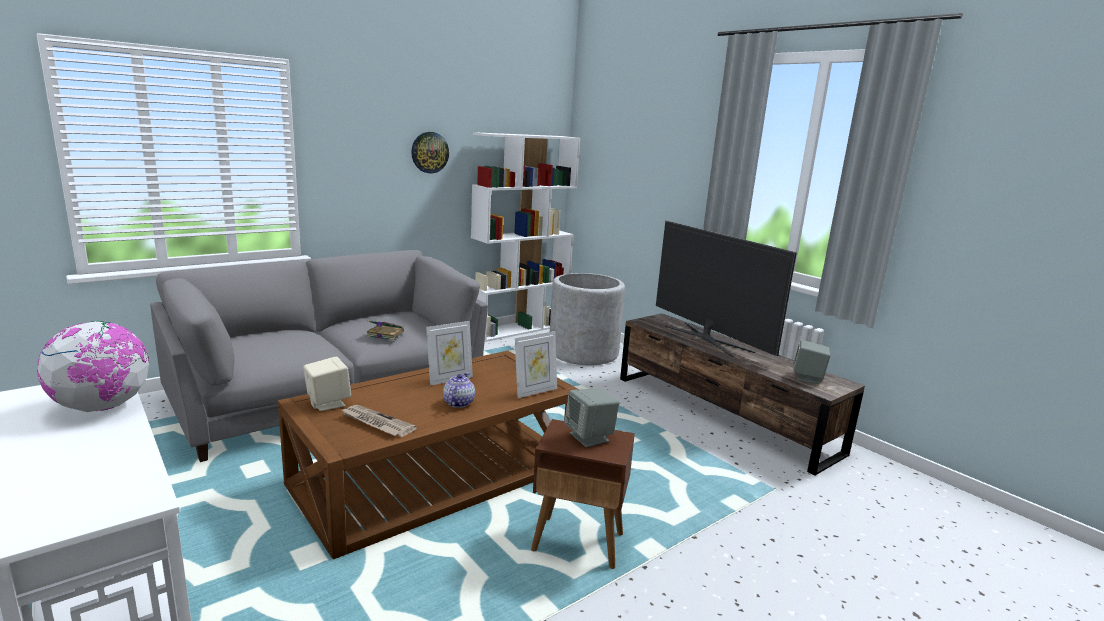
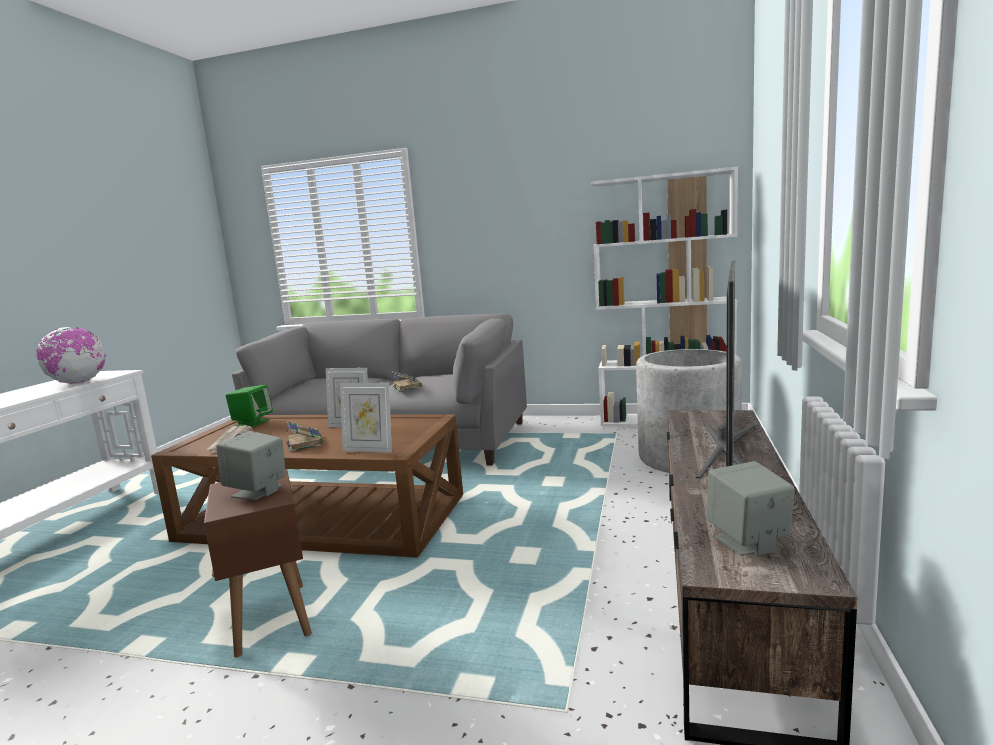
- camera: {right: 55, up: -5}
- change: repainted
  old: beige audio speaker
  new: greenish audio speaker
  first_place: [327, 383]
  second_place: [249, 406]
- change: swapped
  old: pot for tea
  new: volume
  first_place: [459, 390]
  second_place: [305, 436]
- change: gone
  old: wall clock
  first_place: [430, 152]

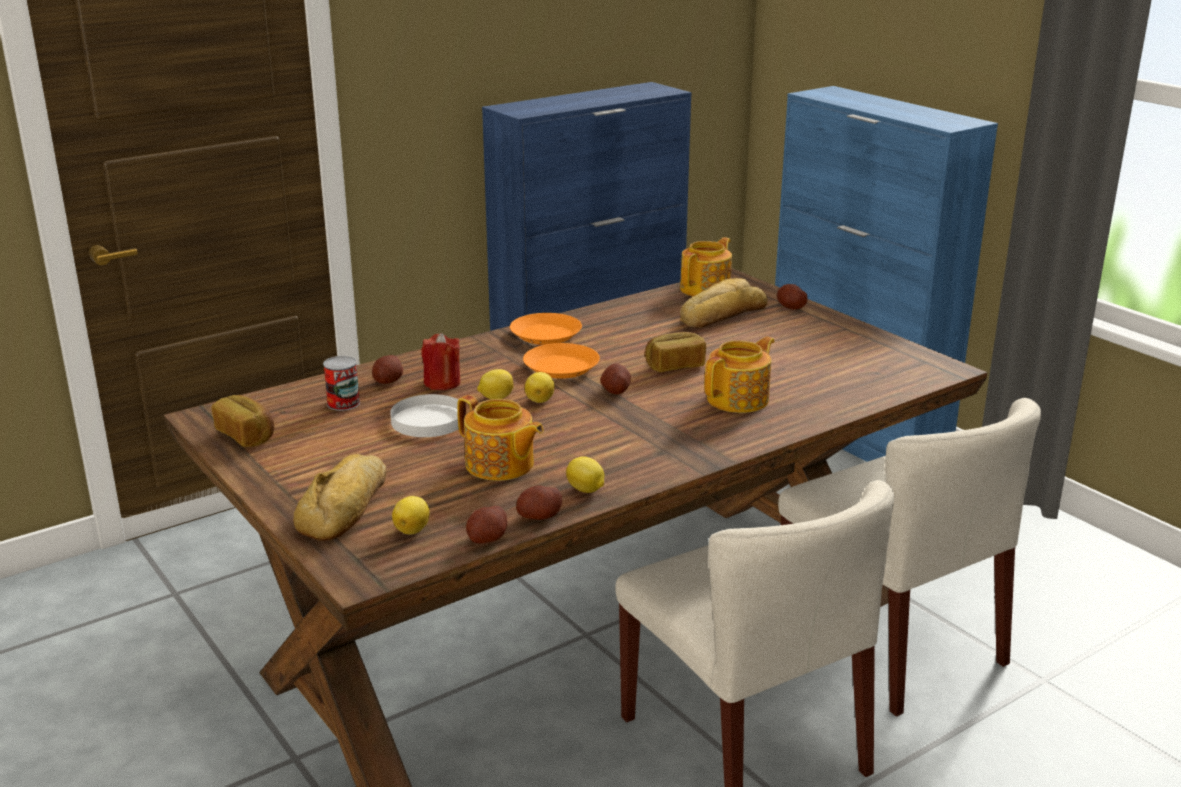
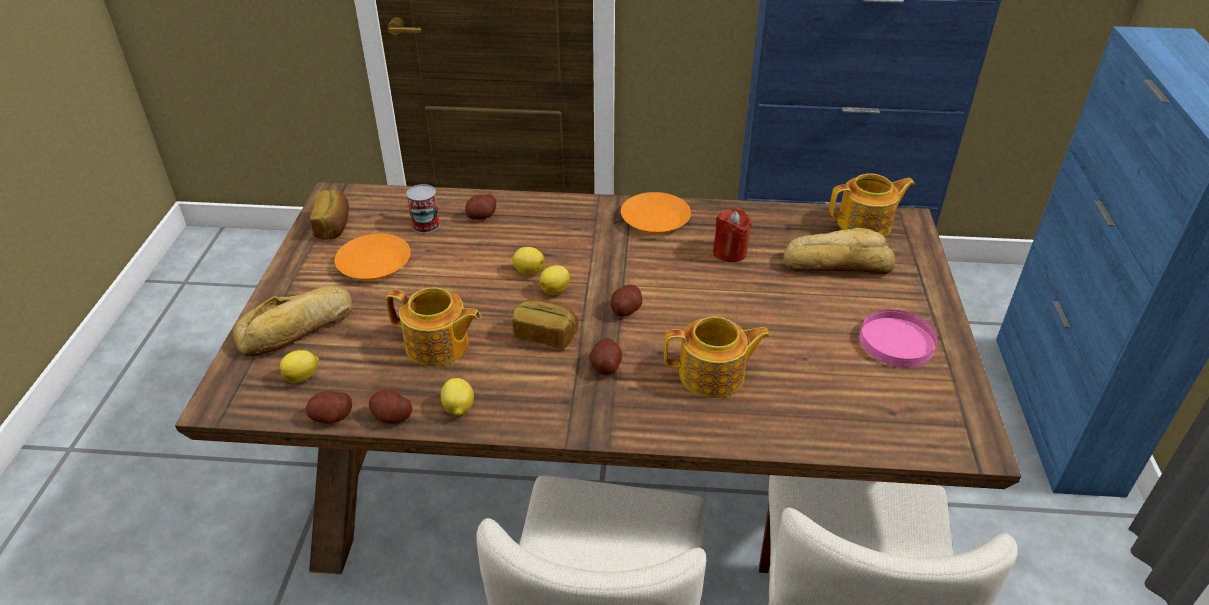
- camera: {right: 40, up: 15}
- change: shifted
  old: orangey flat dish
  first_place: [561, 361]
  second_place: [373, 257]
- change: rotated
  old: pot for tea
  first_place: [500, 438]
  second_place: [433, 326]
  degrees: -60
- change: shifted
  old: bakery bread
  first_place: [675, 352]
  second_place: [545, 324]
- change: shifted
  old: whole potato
  first_place: [792, 297]
  second_place: [605, 356]
- change: shifted
  old: red wax light
  first_place: [441, 361]
  second_place: [732, 235]
- change: new
  new: pink-coloured flat dish
  second_place: [898, 338]
- change: gone
  old: white flat dish
  first_place: [424, 415]

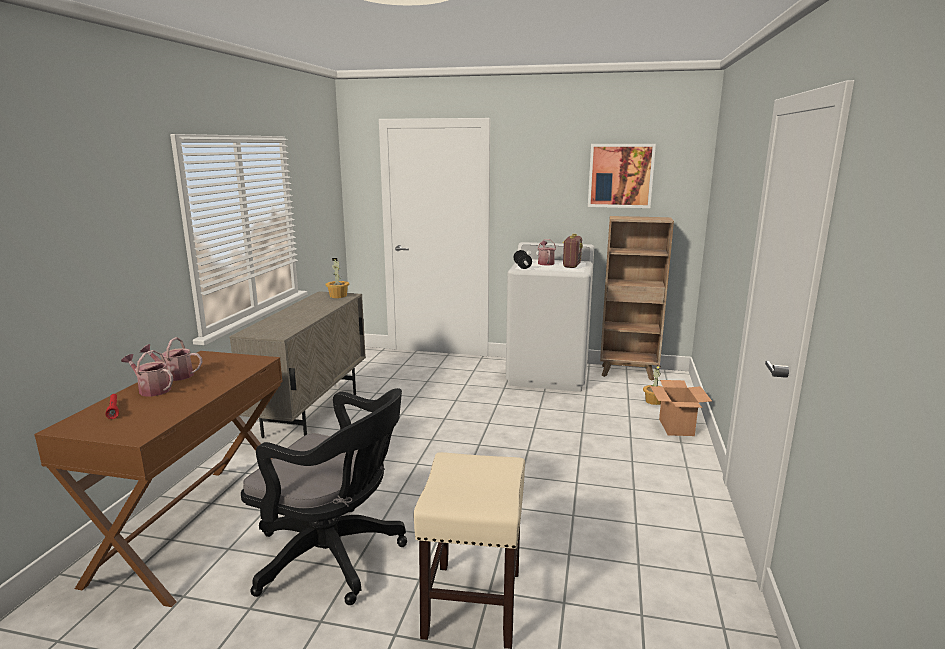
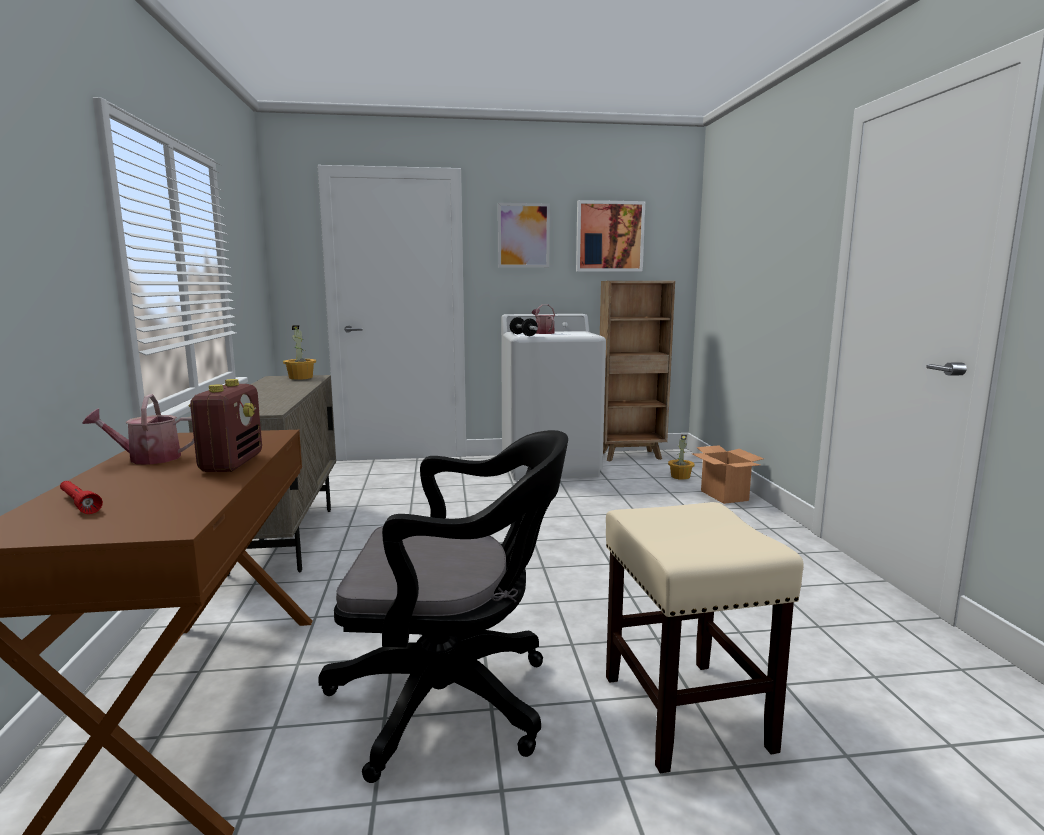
- camera: {right: -20, up: -5}
- change: shifted
  old: radio set
  first_place: [572, 251]
  second_place: [225, 425]
- change: new
  new: wall art
  second_place: [524, 235]
- change: gone
  old: watering pot
  first_place: [147, 373]

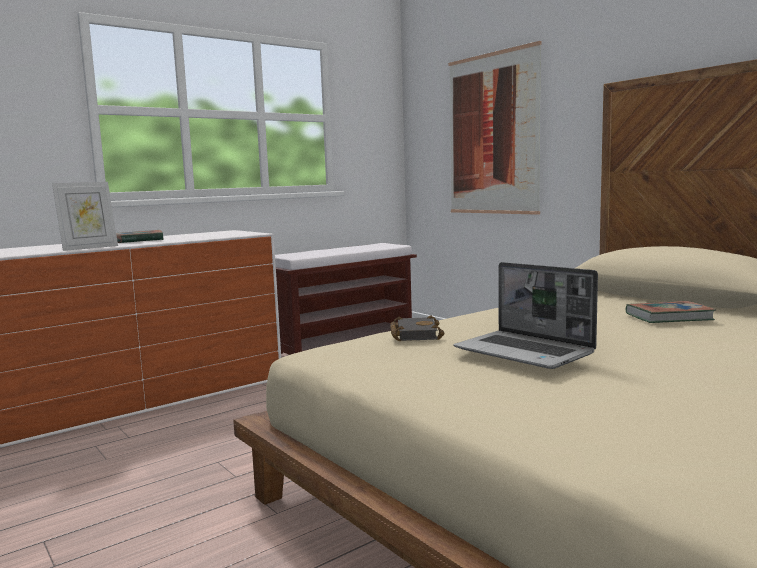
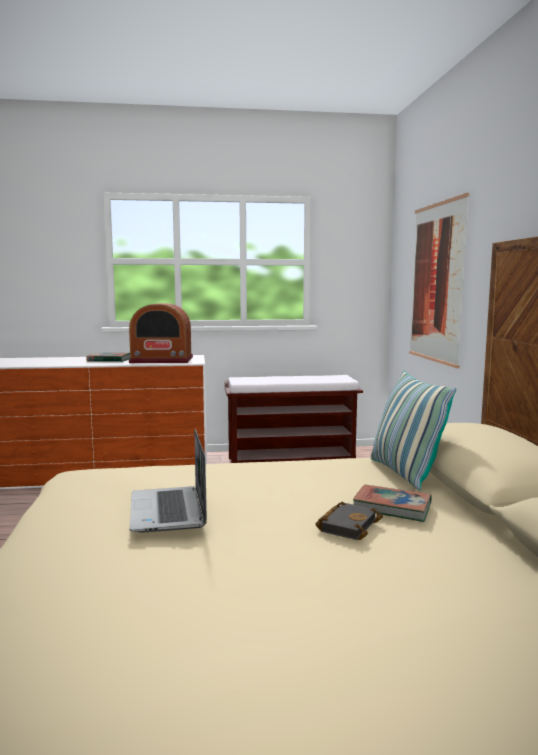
- camera: {right: 30, up: 0}
- change: new
  new: radio set
  second_place: [161, 333]
- change: shifted
  old: black volume
  first_place: [417, 328]
  second_place: [349, 521]
- change: new
  new: throw pillow
  second_place: [413, 430]
- change: gone
  old: picture frame
  first_place: [85, 216]

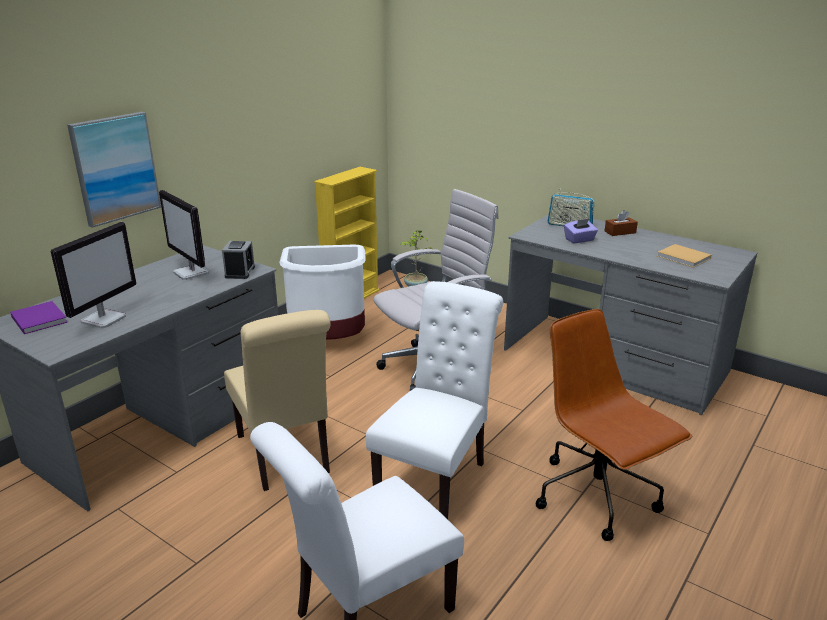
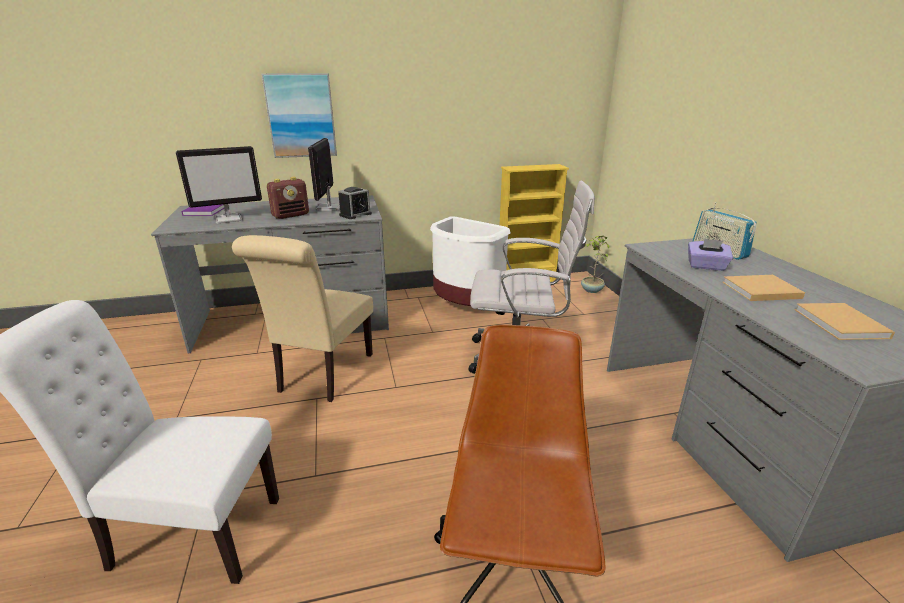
- camera: {right: 40, up: 0}
- change: new
  new: radio set
  second_place: [288, 198]
- change: new
  new: beige volume
  second_place: [763, 288]
- change: gone
  old: white chair
  first_place: [434, 400]
- change: gone
  old: brown tissue box
  first_place: [621, 223]

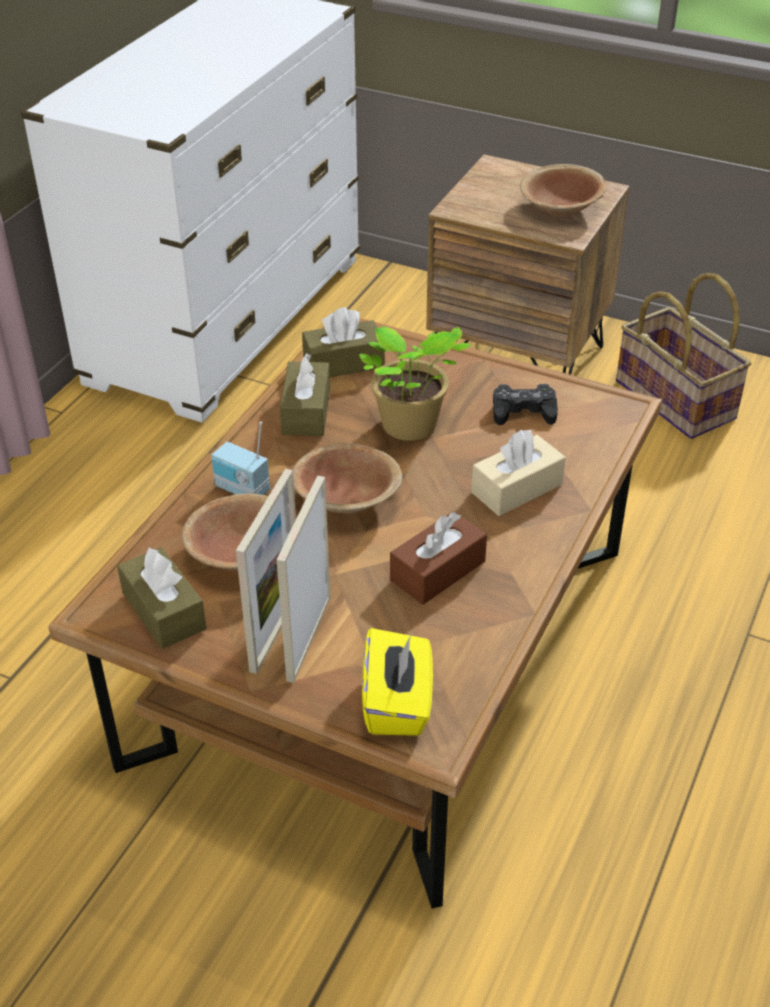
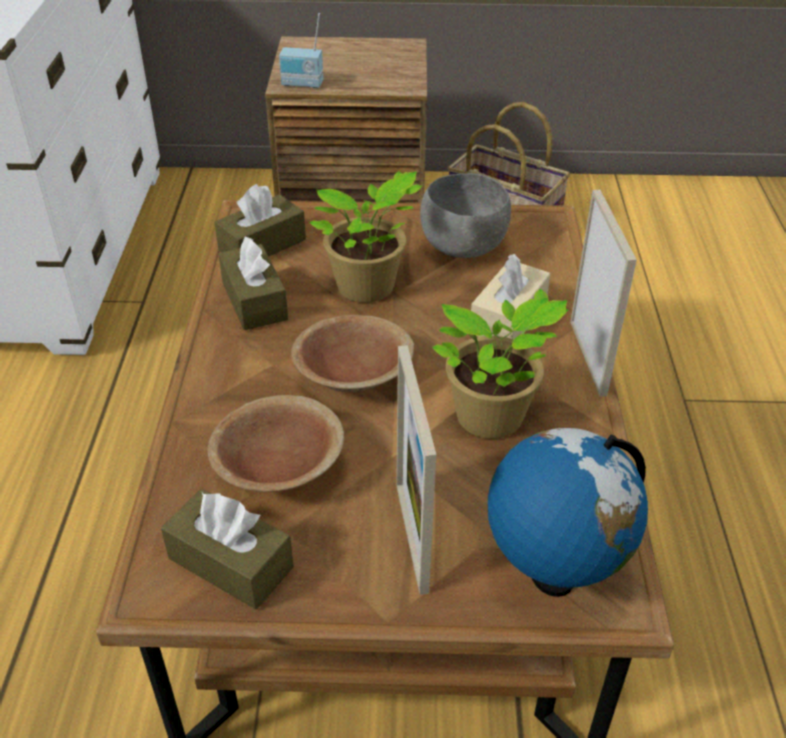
- camera: {right: -25, up: 0}
- change: shifted
  old: radio set
  first_place: [240, 458]
  second_place: [301, 50]
- change: swapped
  old: black joypad
  new: gray bowl
  first_place: [525, 404]
  second_place: [465, 215]
- change: swapped
  old: brown tissue box
  new: potted plant
  first_place: [438, 558]
  second_place: [500, 364]
- change: swapped
  old: yellow tissue box
  new: world globe
  first_place: [397, 682]
  second_place: [567, 512]
- change: shifted
  old: picture frame
  first_place: [266, 571]
  second_place: [603, 293]
- change: gone
  old: brown bowl
  first_place: [563, 190]

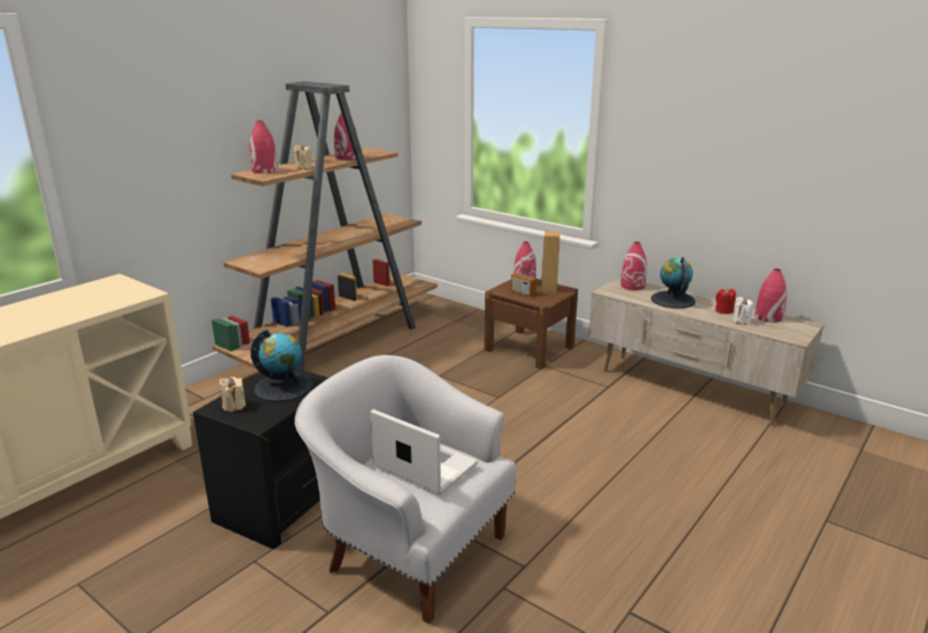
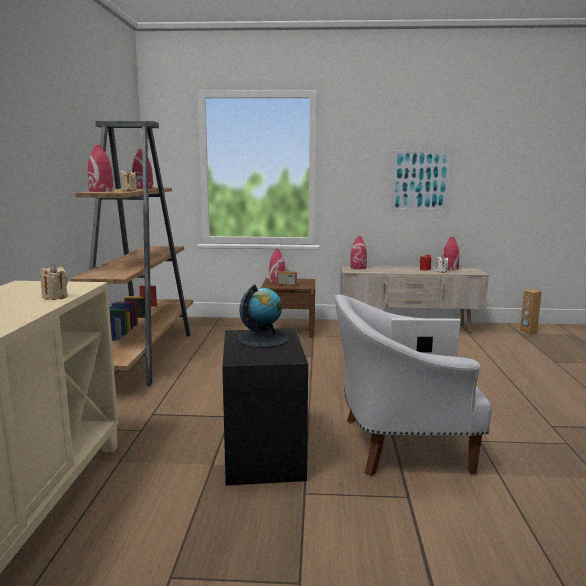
- camera: {right: -35, up: -10}
- change: shifted
  old: beige wax light
  first_place: [232, 394]
  second_place: [54, 282]
- change: new
  new: wall art
  second_place: [421, 180]
- change: shifted
  old: brown audio speaker
  first_place: [551, 262]
  second_place: [531, 312]
- change: gone
  old: world globe
  first_place: [673, 283]

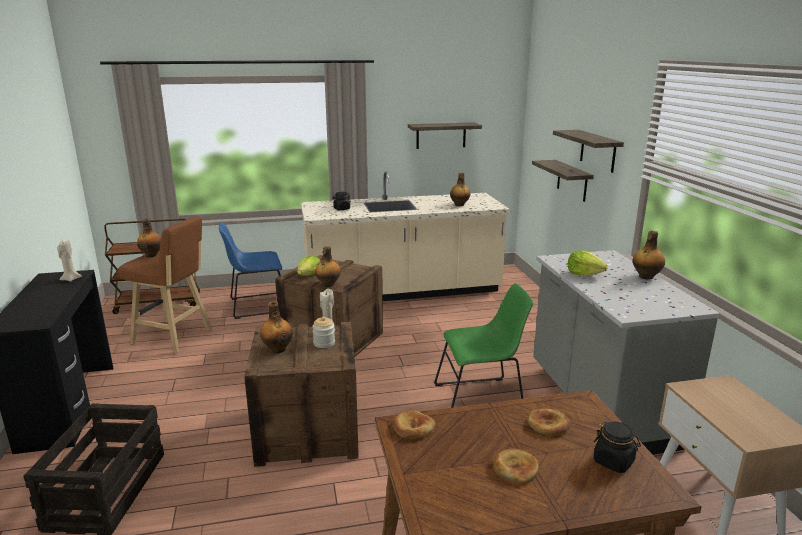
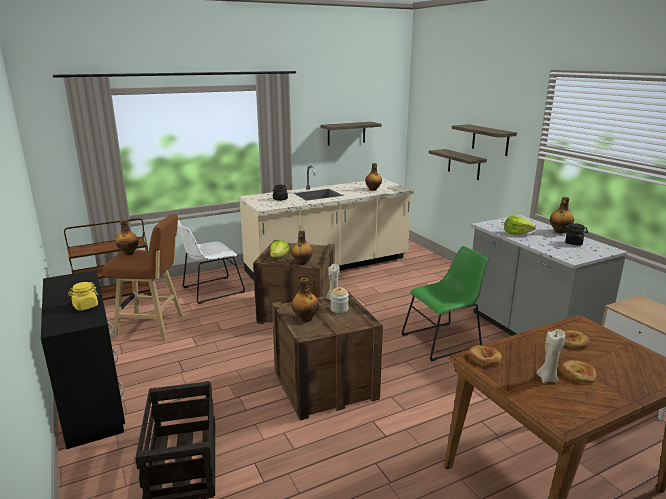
- camera: {right: -15, up: 0}
- change: new
  new: yellow storage jar
  second_place: [83, 296]
- change: repainted
  old: blue-coloured chair
  new: white chair
  first_place: [251, 270]
  second_place: [211, 262]
- change: shifted
  old: beige wax light
  first_place: [69, 261]
  second_place: [551, 356]
- change: shifted
  old: black storage jar
  first_place: [617, 447]
  second_place: [576, 234]

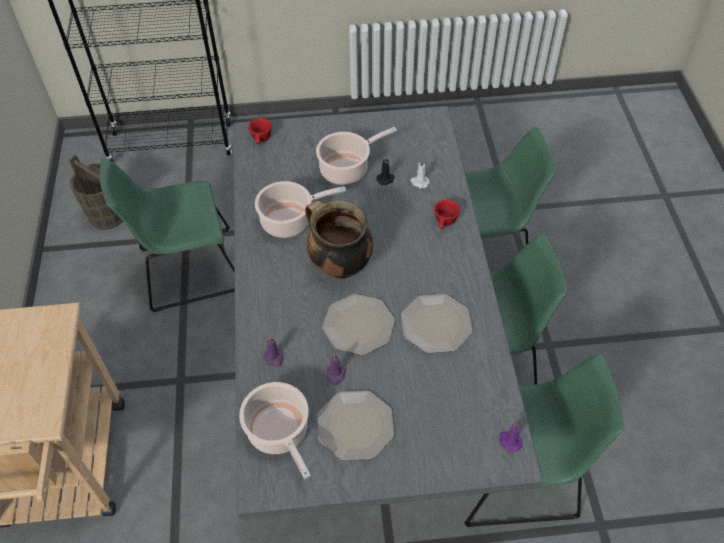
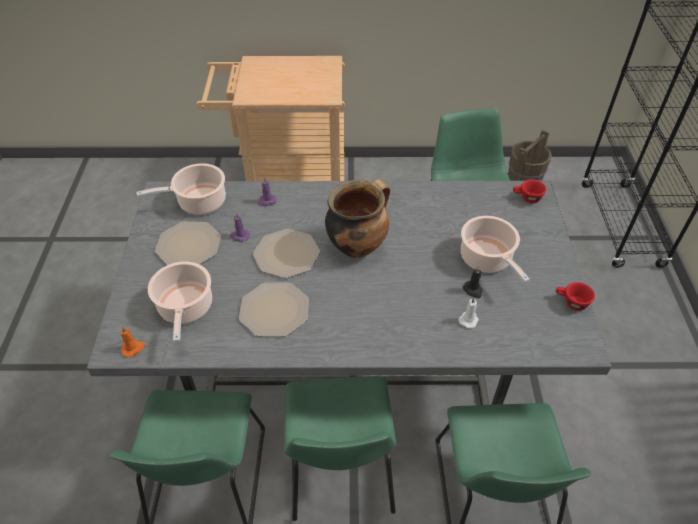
- camera: {right: 95, up: -5}
- change: repainted
  old: purple-coloured wax light
  new: orangey wax light
  first_place: [511, 438]
  second_place: [132, 341]
- change: shifted
  old: saucepot
  first_place: [300, 209]
  second_place: [180, 301]
- change: shifted
  old: red small cup
  first_place: [447, 214]
  second_place: [575, 296]

